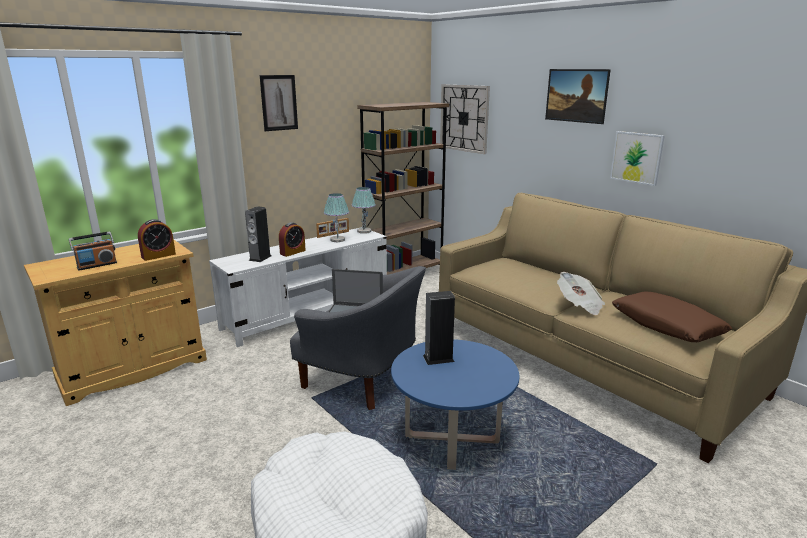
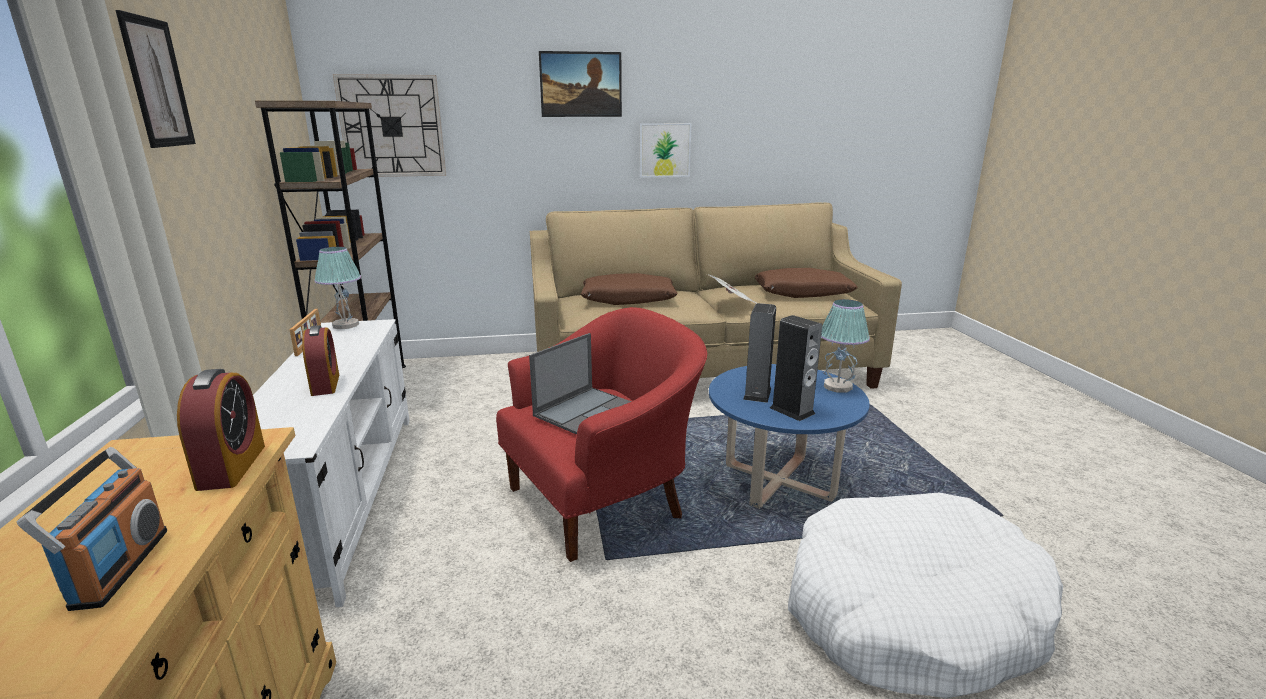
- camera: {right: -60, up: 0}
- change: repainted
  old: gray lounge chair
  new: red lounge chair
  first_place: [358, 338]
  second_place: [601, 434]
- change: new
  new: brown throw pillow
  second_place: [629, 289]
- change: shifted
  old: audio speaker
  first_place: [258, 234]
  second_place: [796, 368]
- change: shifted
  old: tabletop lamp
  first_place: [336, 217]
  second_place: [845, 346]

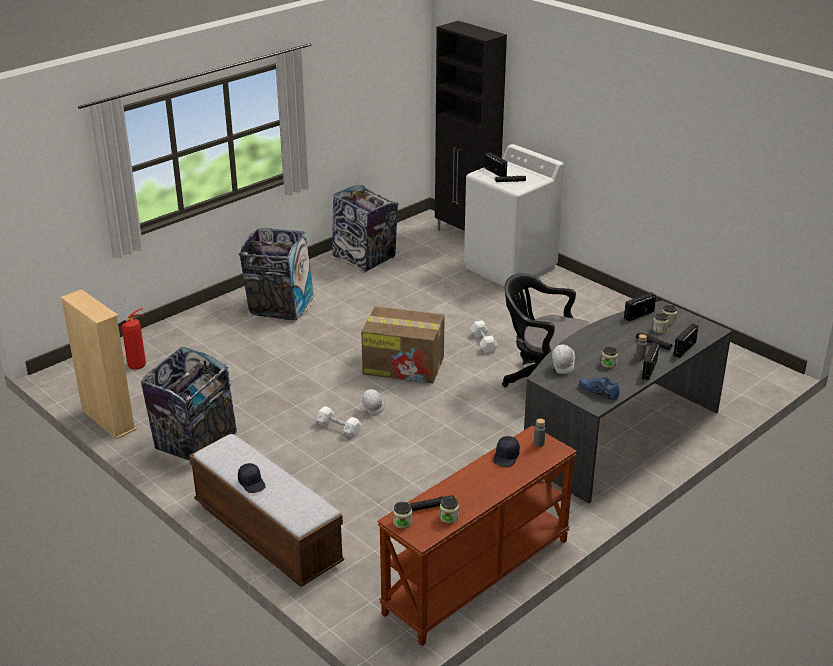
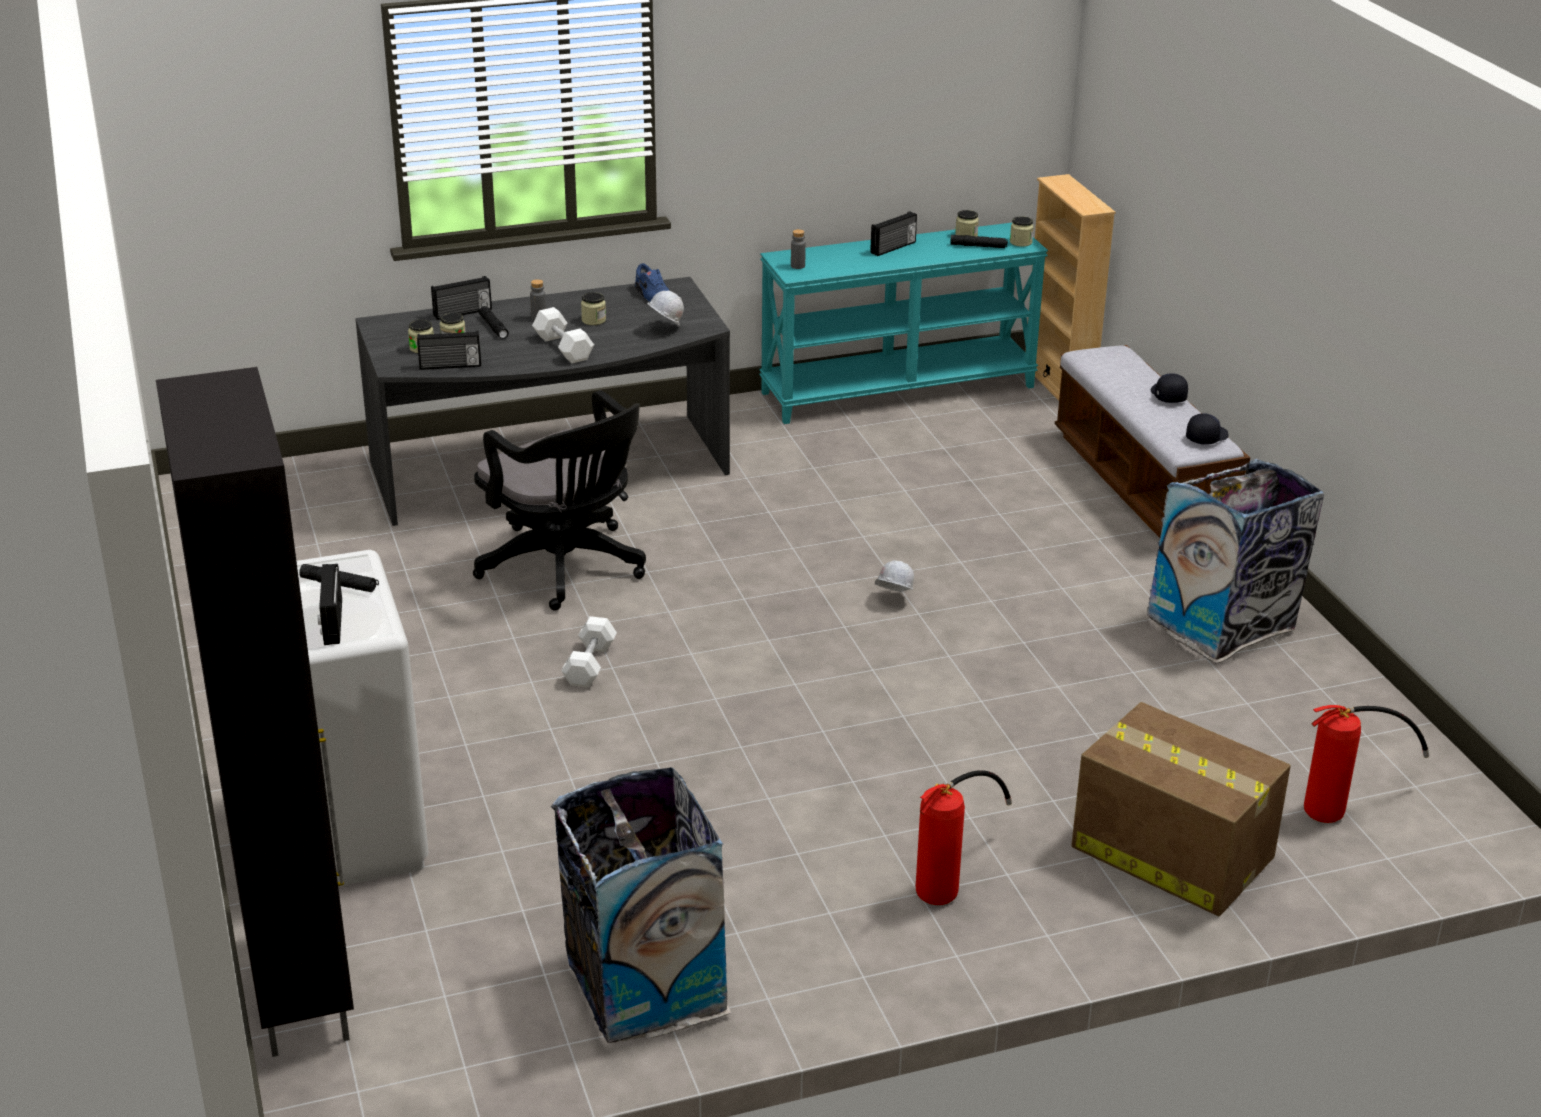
- camera: {right: -155, up: 0}
- change: shifted
  old: white hand weight
  first_place: [338, 422]
  second_place: [563, 335]
- change: repainted
  old: brown narrow table
  new: turquoise narrow table
  first_place: [477, 536]
  second_place: [903, 323]
- change: shifted
  old: radio set
  first_place: [650, 361]
  second_place: [893, 233]
- change: swapped
  old: trash can
  new: extinguisher
  first_place: [276, 274]
  second_place: [964, 837]
- change: shifted
  old: beige bookshelf
  first_place: [98, 364]
  second_place: [1070, 287]
- change: shifted
  old: carton
  first_place: [403, 344]
  second_place: [1181, 809]
- change: shifted
  old: black peaked cap
  first_place: [506, 451]
  second_place: [1207, 428]

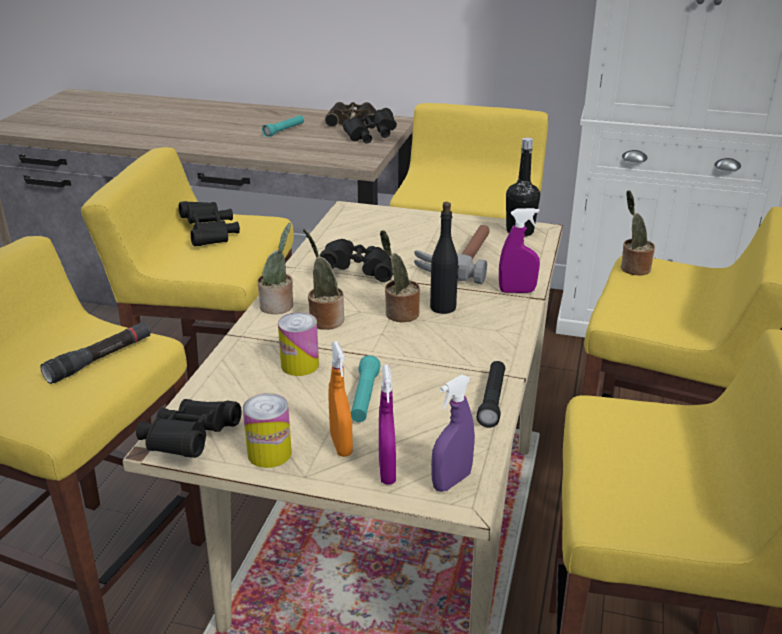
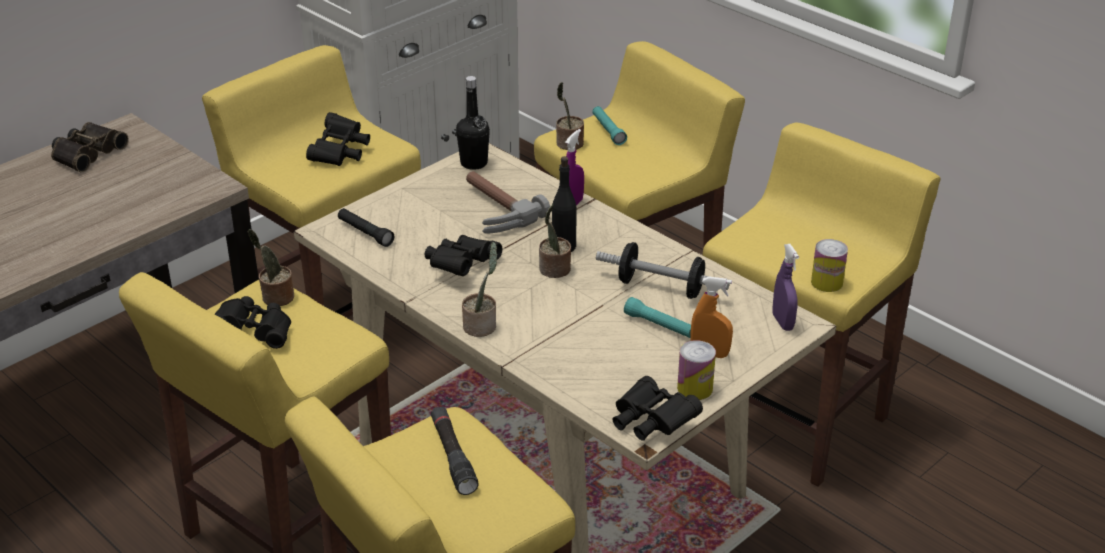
- camera: {right: -60, up: 5}
- change: shifted
  old: potted plant
  first_place: [323, 279]
  second_place: [271, 267]
- change: shifted
  old: black pair of binoculars
  first_place: [370, 125]
  second_place: [338, 139]
- change: shifted
  old: black flashlight
  first_place: [491, 394]
  second_place: [366, 227]
- change: shifted
  old: turquoise flashlight
  first_place: [283, 126]
  second_place: [609, 125]
- change: new
  new: hand weight
  second_place: [662, 270]
- change: shifted
  old: can
  first_place: [298, 344]
  second_place: [829, 265]
- change: gone
  old: purple-coloured hand sprayer
  first_place: [387, 425]

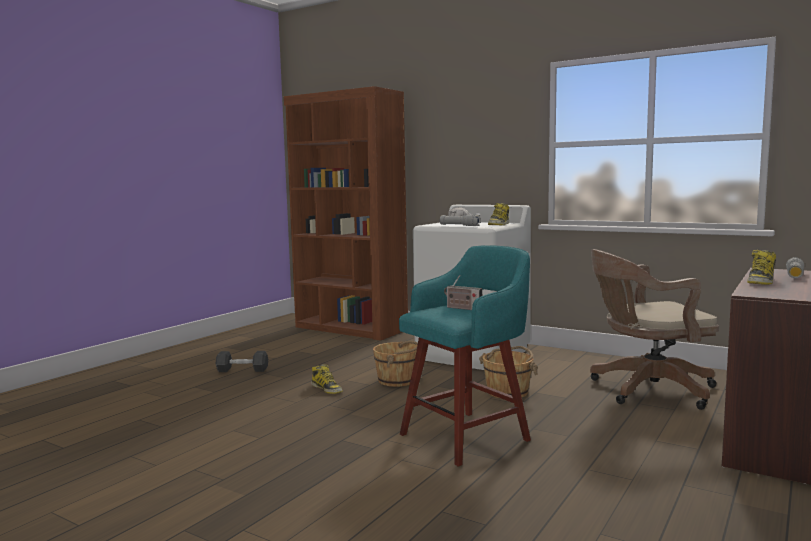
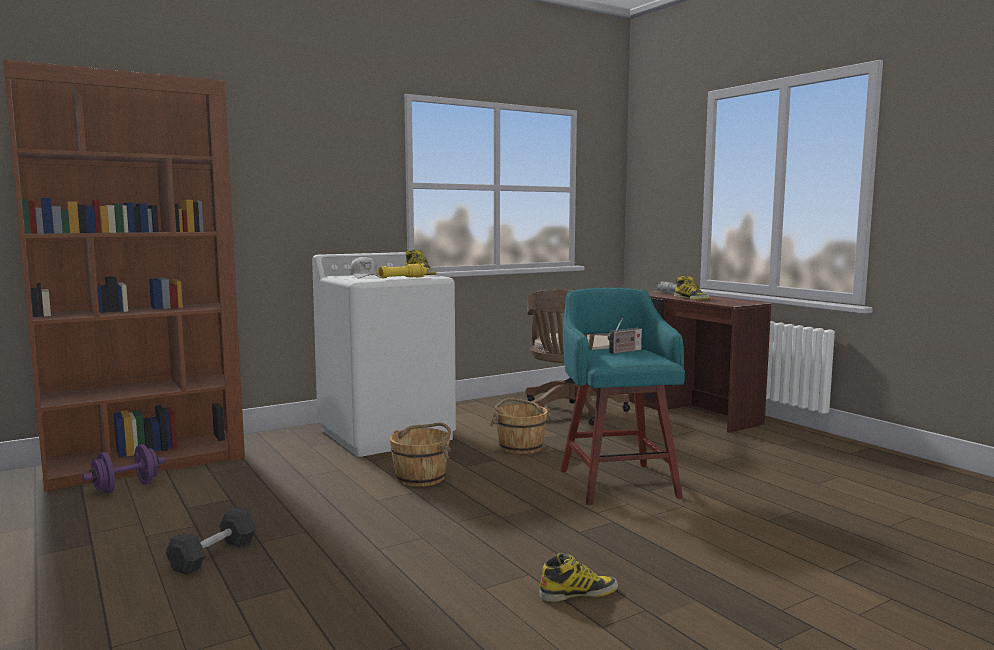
- camera: {right: -65, up: 0}
- change: new
  new: purple-coloured hand weight
  second_place: [123, 469]
- change: repainted
  old: gray flashlight
  new: yellow flashlight
  first_place: [460, 220]
  second_place: [402, 270]
- change: shifted
  old: high-top boot
  first_place: [326, 379]
  second_place: [578, 577]

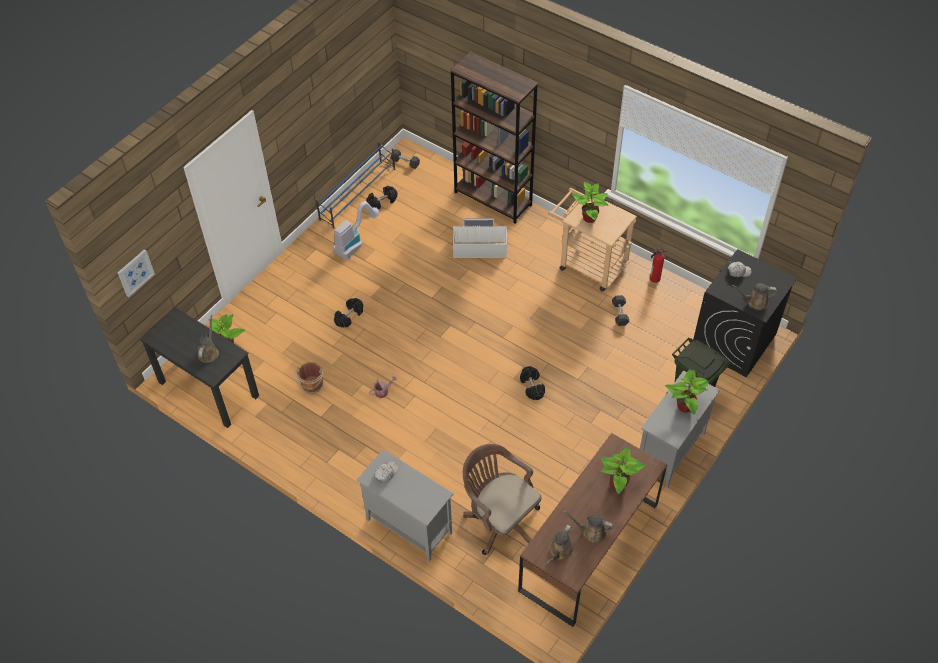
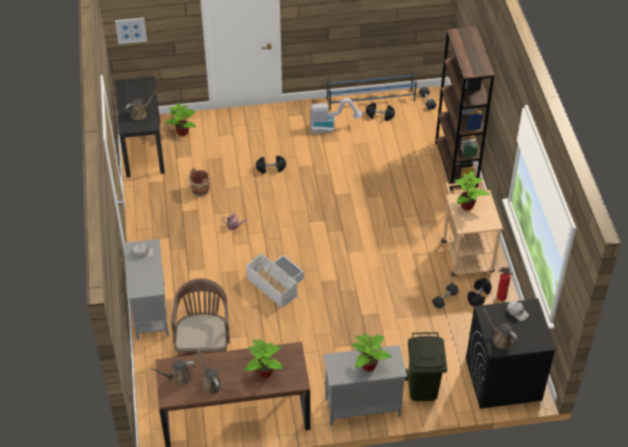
- camera: {right: 45, up: -5}
- change: shifted
  old: white storage bin
  first_place: [480, 238]
  second_place: [275, 280]
- change: shifted
  old: black hand weight
  first_place: [532, 383]
  second_place: [479, 292]

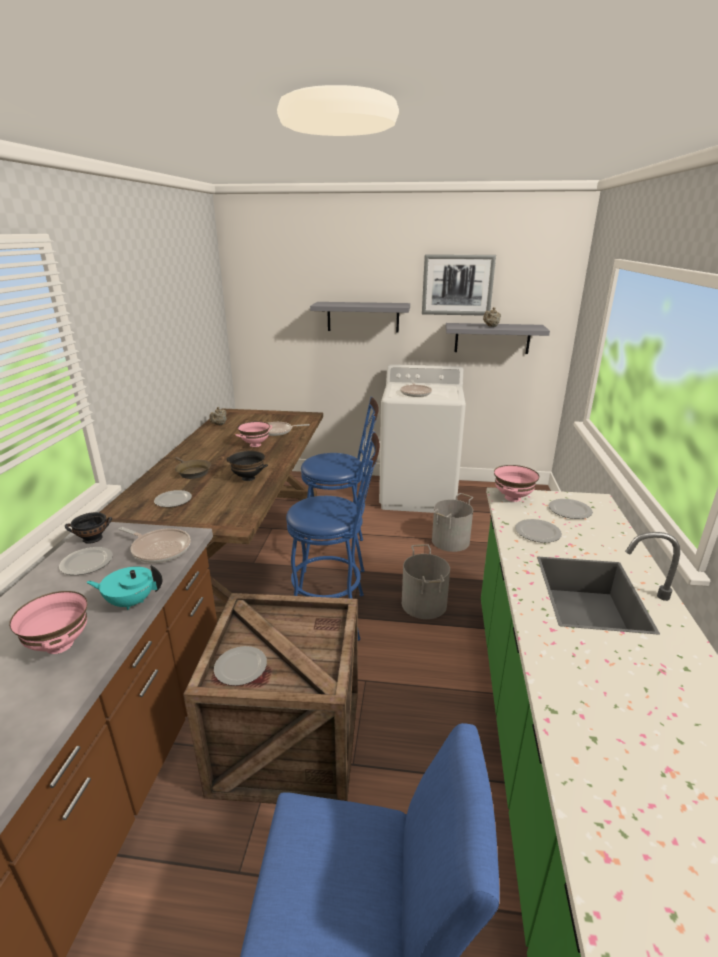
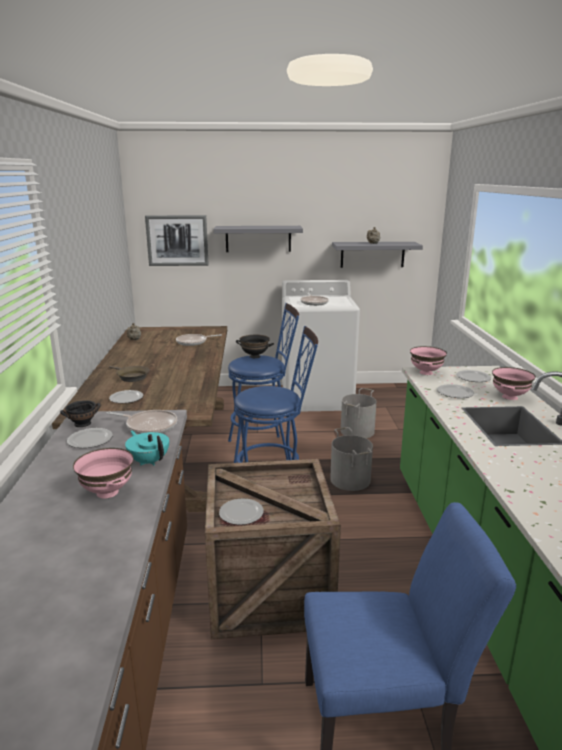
- camera: {right: -10, up: -5}
- change: rotated
  old: turquoise pot for tea
  first_place: [124, 587]
  second_place: [147, 448]
  degrees: 60
- change: shifted
  old: wall art
  first_place: [459, 285]
  second_place: [177, 240]
- change: shifted
  old: black bowl
  first_place: [247, 466]
  second_place: [255, 346]
- change: shifted
  old: pink-coloured bowl
  first_place: [254, 434]
  second_place: [514, 383]

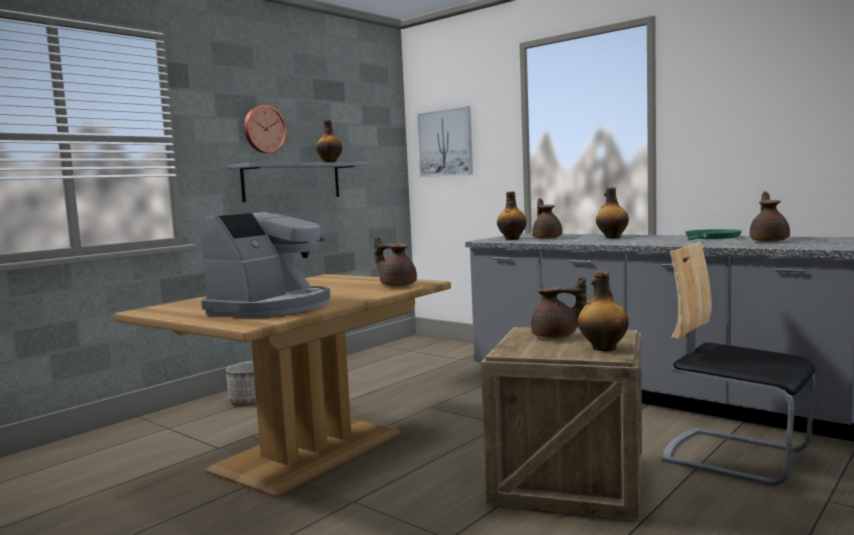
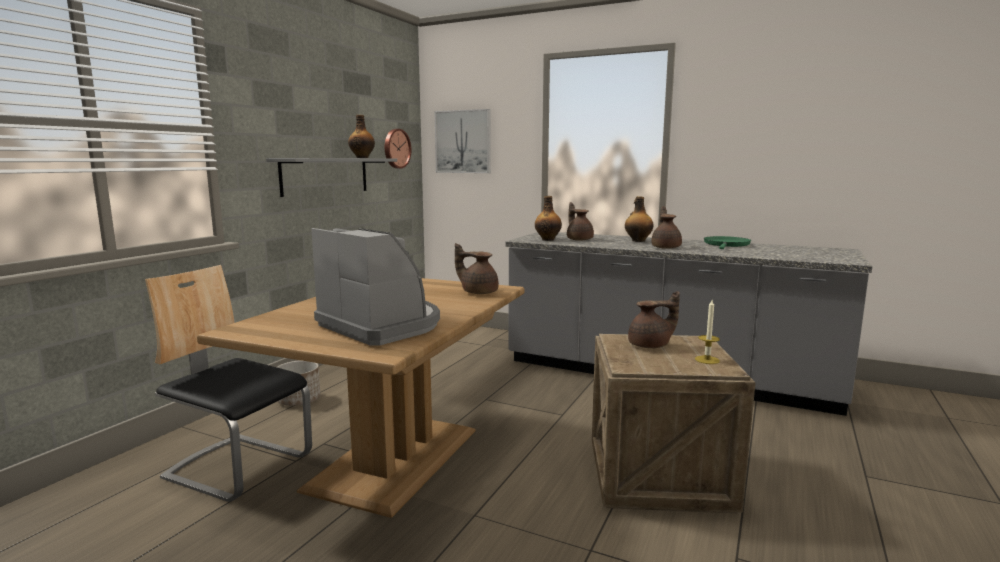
- camera: {right: -15, up: 5}
- change: shifted
  old: chair
  first_place: [738, 364]
  second_place: [228, 383]
- change: rotated
  old: coffee machine
  first_place: [264, 264]
  second_place: [376, 287]
  degrees: -60
- change: shifted
  old: wall clock
  first_place: [265, 129]
  second_place: [398, 149]
- change: shifted
  old: brown pot for tea
  first_place: [770, 216]
  second_place: [667, 227]
- change: swapped
  old: bottle
  new: wax light
  first_place: [603, 311]
  second_place: [707, 332]

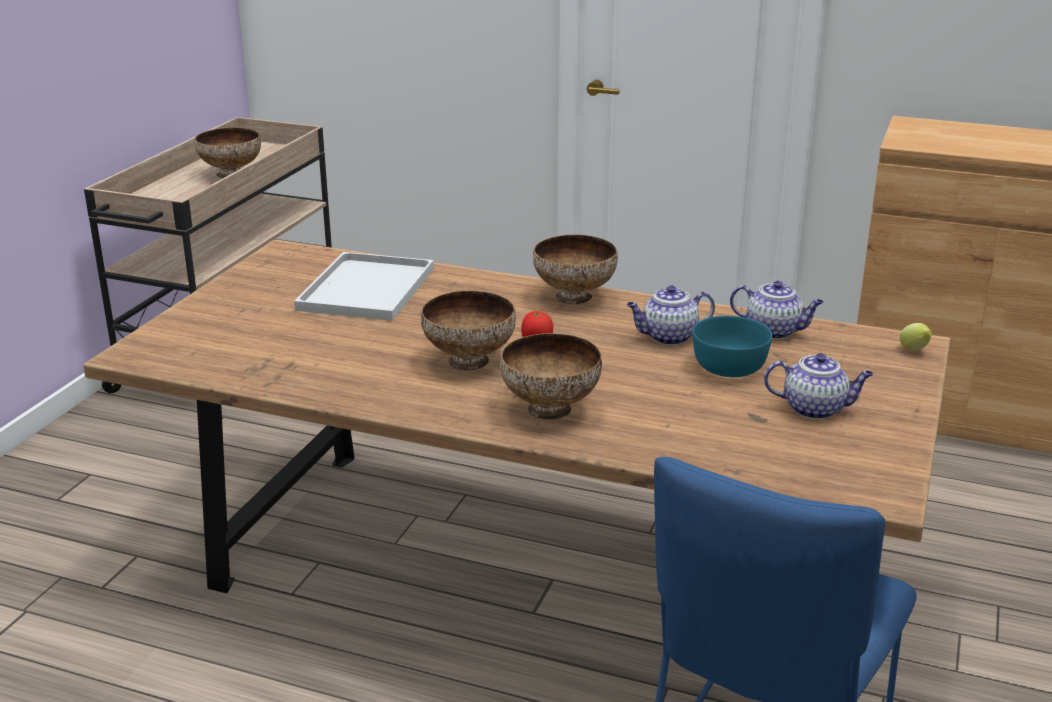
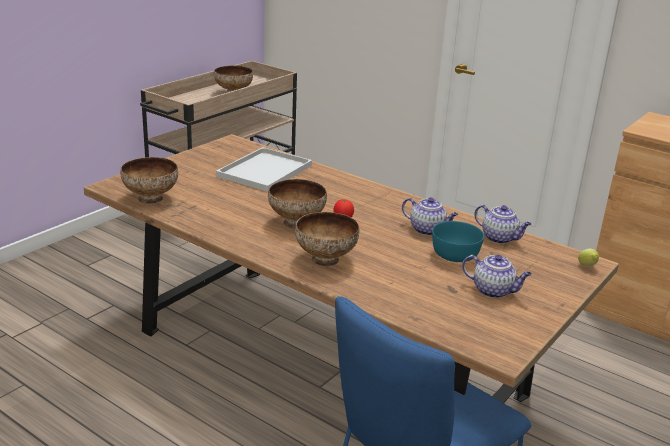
- camera: {right: 15, up: 0}
- change: shifted
  old: bowl
  first_place: [575, 269]
  second_place: [149, 180]
- change: rotated
  old: pot for tea
  first_place: [670, 315]
  second_place: [430, 216]
  degrees: -150

